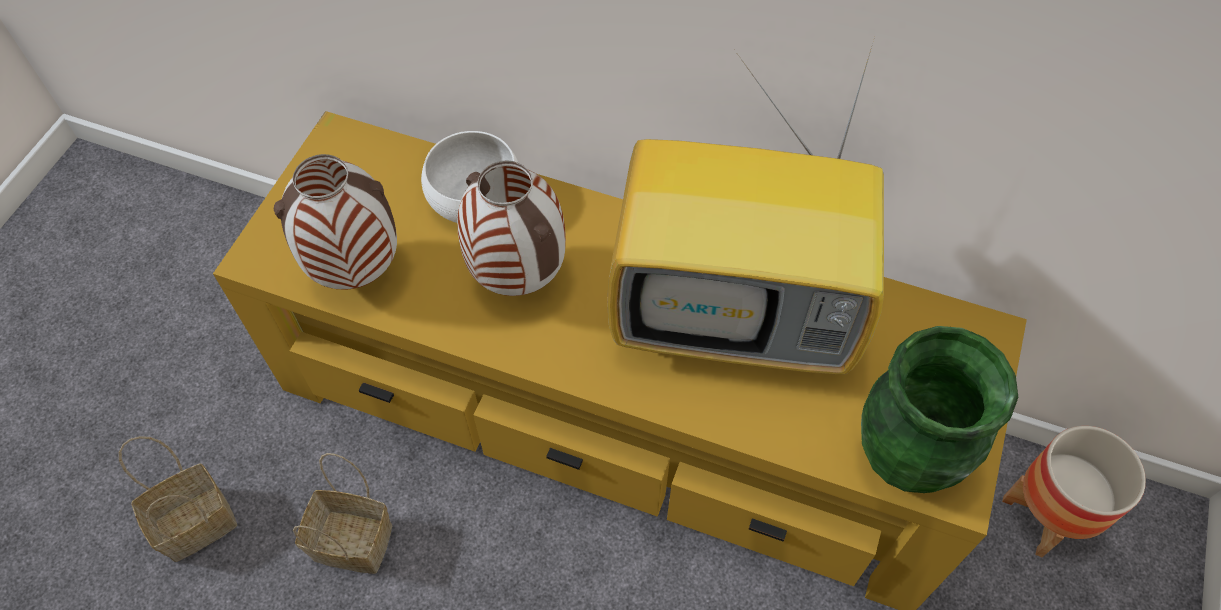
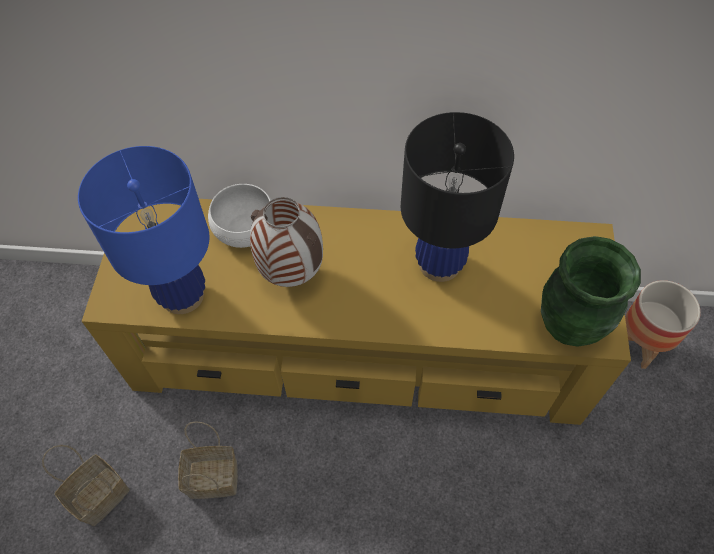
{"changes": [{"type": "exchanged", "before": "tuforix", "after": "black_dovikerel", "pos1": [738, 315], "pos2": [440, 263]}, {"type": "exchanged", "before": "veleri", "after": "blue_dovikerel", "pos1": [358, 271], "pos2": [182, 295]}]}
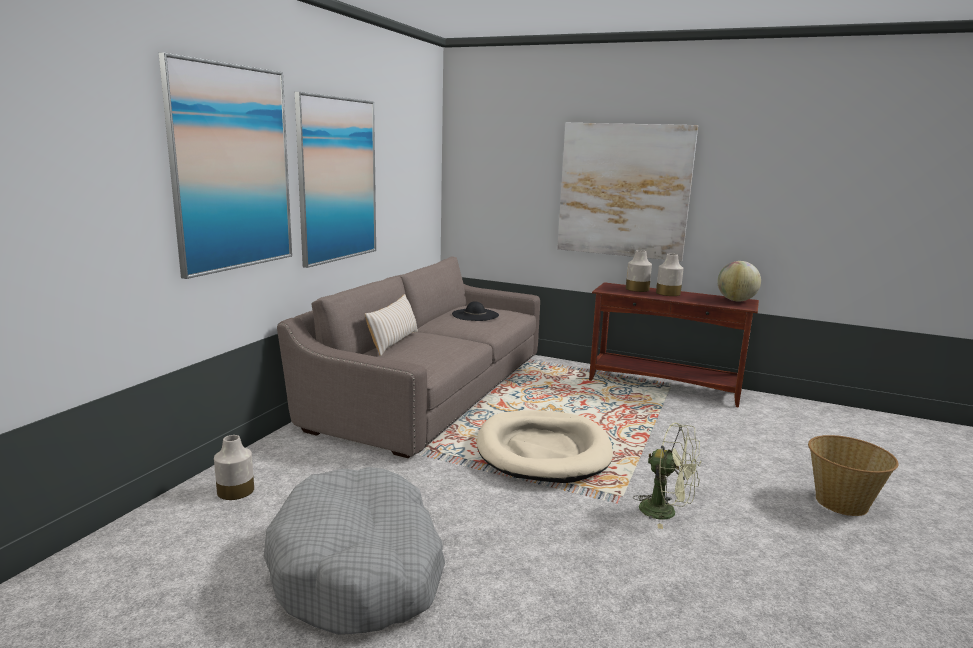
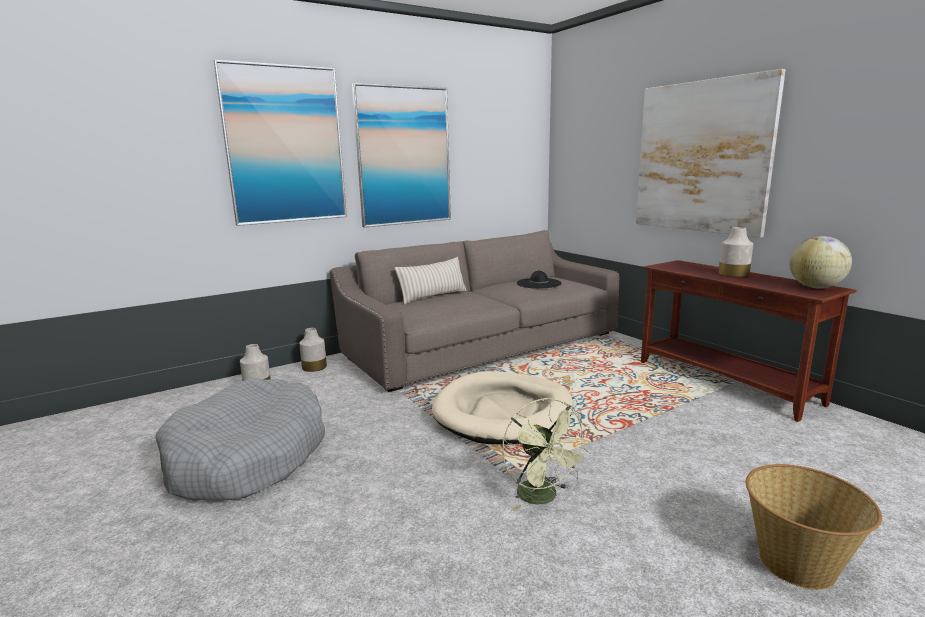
{"changes": [{"type": "relocated", "before": "beige_veleri", "pos1": [637, 289], "pos2": [314, 366]}]}
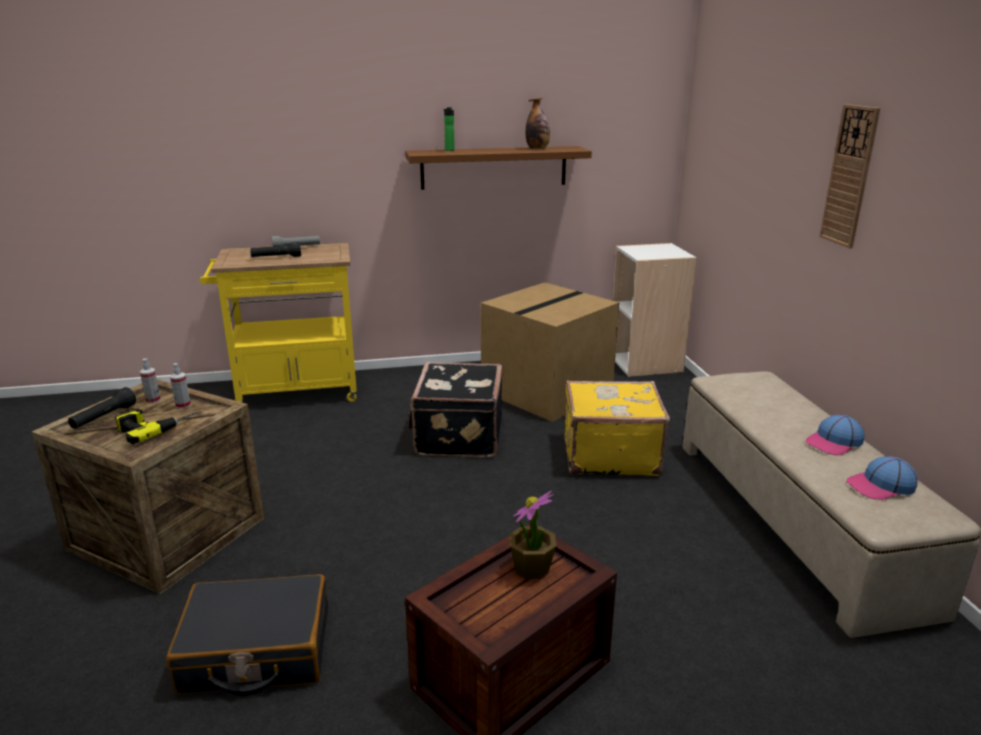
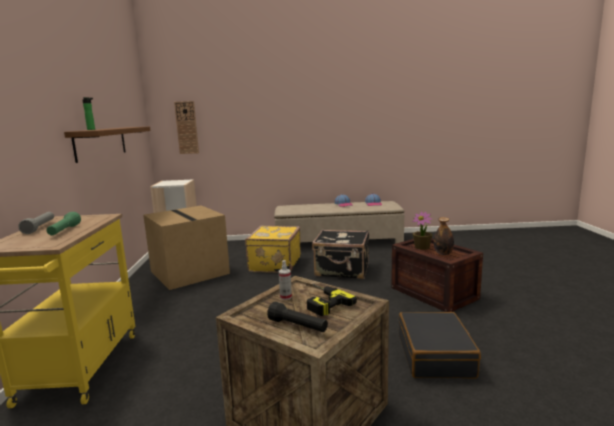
{"changes": [{"type": "relocated", "before": "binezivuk", "pos1": [537, 149], "pos2": [443, 253]}, {"type": "relocated", "before": "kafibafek", "pos1": [849, 176], "pos2": [187, 127]}, {"type": "colour", "before": "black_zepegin", "after": "green_zepegin", "pos1": [276, 258], "pos2": [64, 231]}, {"type": "missing", "before": "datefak", "pos1": [153, 400]}, {"type": "relocated", "before": "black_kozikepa", "pos1": [457, 436], "pos2": [342, 270]}]}
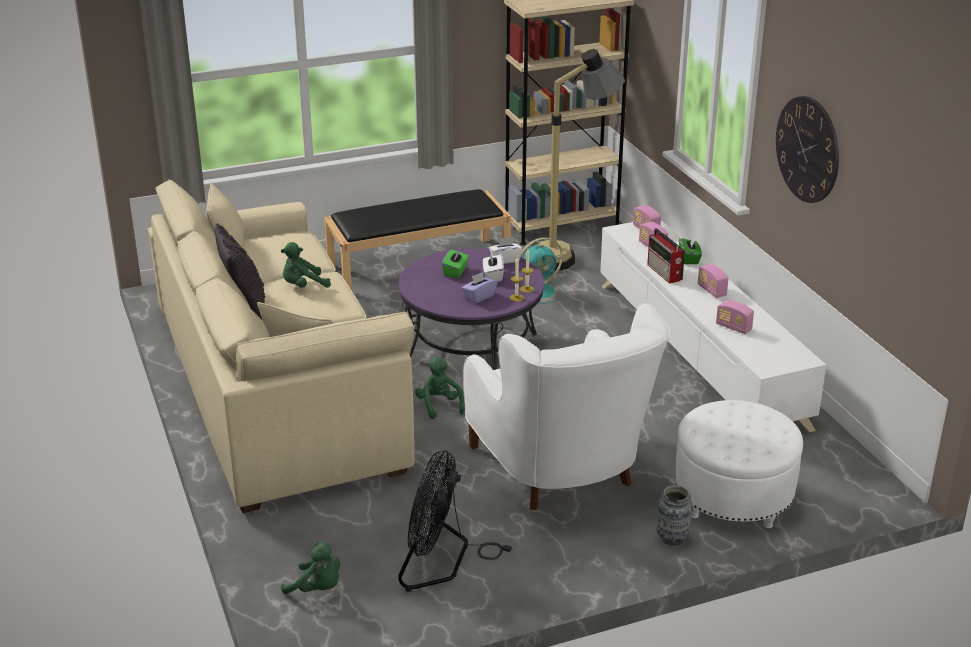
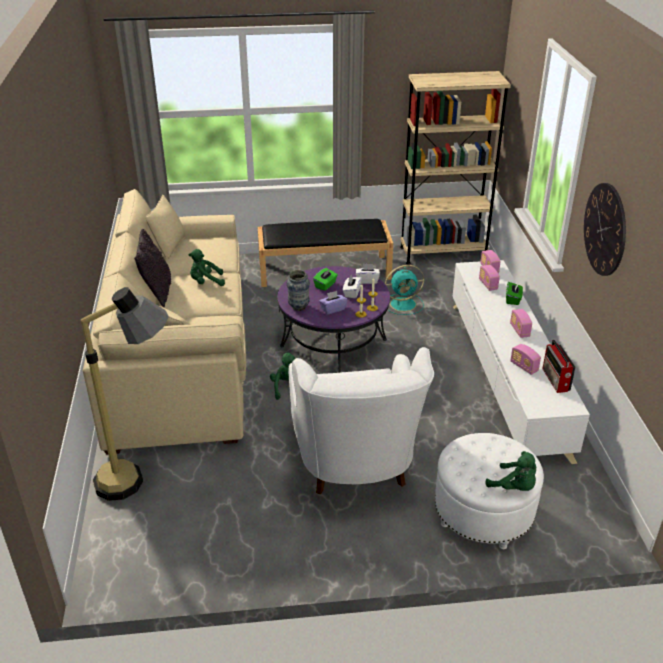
{"changes": [{"type": "relocated", "before": "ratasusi", "pos1": [572, 256], "pos2": [141, 480]}, {"type": "relocated", "before": "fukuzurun", "pos1": [665, 273], "pos2": [556, 380]}, {"type": "missing", "before": "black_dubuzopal", "pos1": [445, 556]}, {"type": "relocated", "before": "veleri", "pos1": [672, 539], "pos2": [298, 307]}, {"type": "relocated", "before": "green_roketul", "pos1": [317, 589], "pos2": [514, 487]}]}
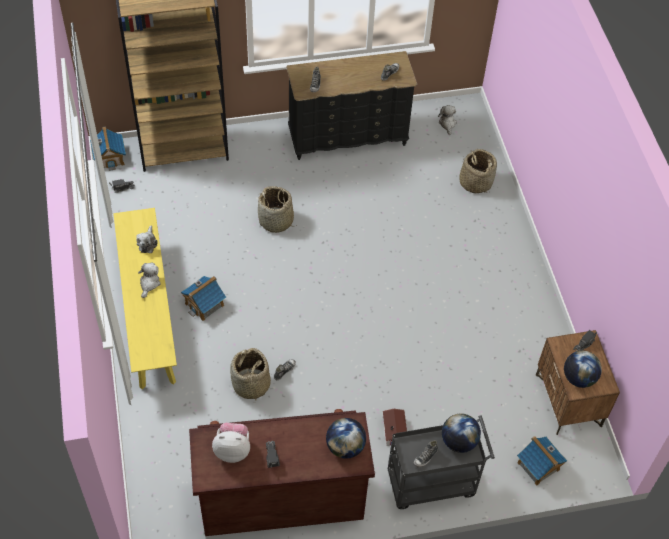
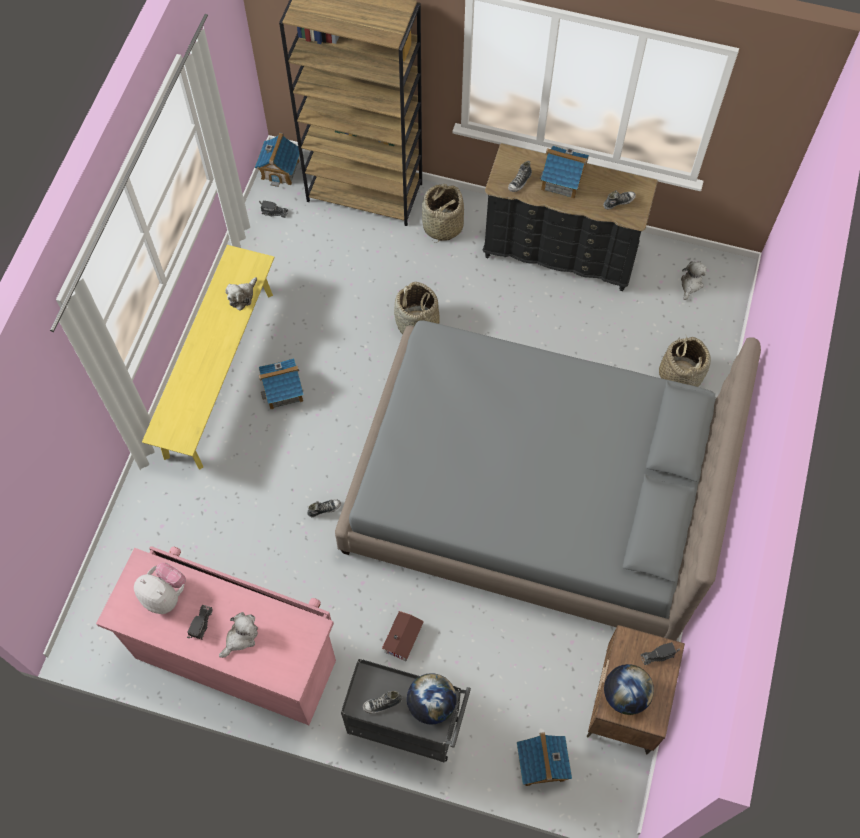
{"changes": [{"type": "relocated", "before": "roketul", "pos1": [149, 283], "pos2": [241, 637]}, {"type": "relocated", "before": "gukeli", "pos1": [251, 385], "pos2": [442, 226]}, {"type": "colour", "before": "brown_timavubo", "after": "pink_timavubo", "pos1": [281, 497], "pos2": [238, 654]}, {"type": "missing", "before": "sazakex", "pos1": [345, 447]}, {"type": "appeared", "after": "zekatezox", "pos2": [562, 181]}, {"type": "appeared", "after": "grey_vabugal", "pos2": [532, 494]}]}
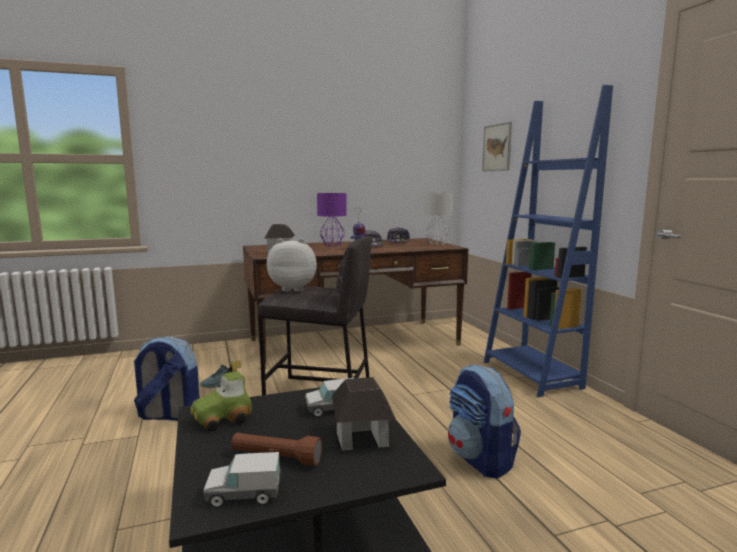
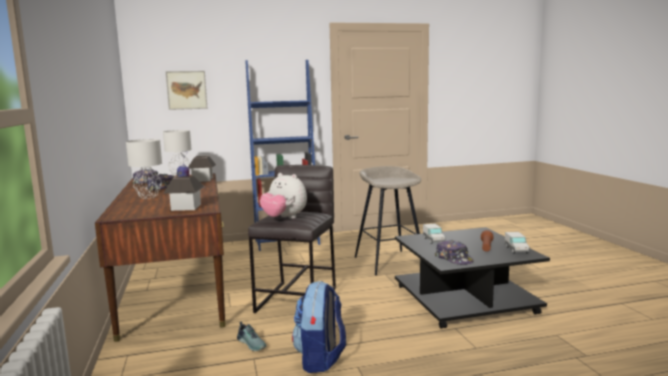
{"changes": [{"type": "colour", "before": "purple_dovikerel", "after": "grey_dovikerel", "pos1": [333, 245], "pos2": [149, 196]}, {"type": "spun", "before": "roketul", "pos1": [293, 289], "pos2": [284, 218], "turn": -60}, {"type": "exchanged", "before": "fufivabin", "after": "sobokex", "pos1": [222, 420], "pos2": [454, 259]}, {"type": "exchanged", "before": "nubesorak", "after": "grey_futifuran", "pos1": [480, 459], "pos2": [389, 262]}, {"type": "relocated", "before": "zekatezox", "pos1": [362, 437], "pos2": [203, 179]}]}
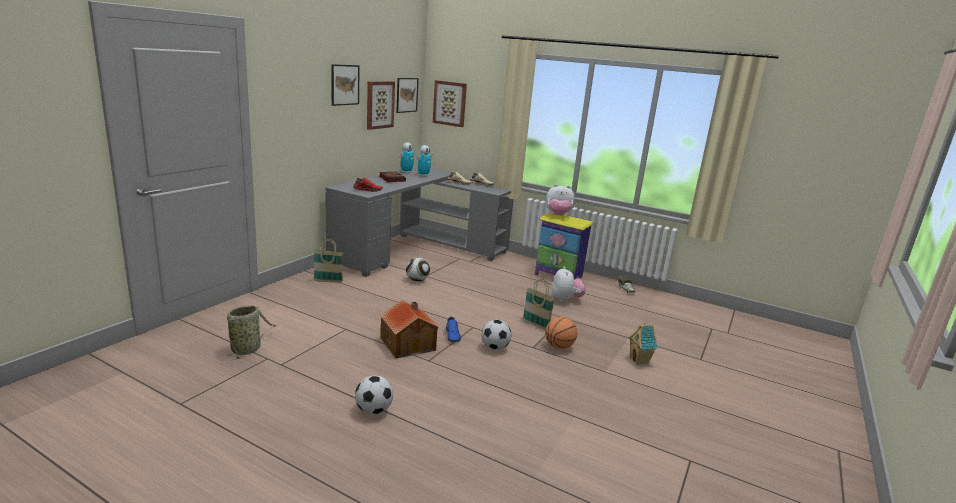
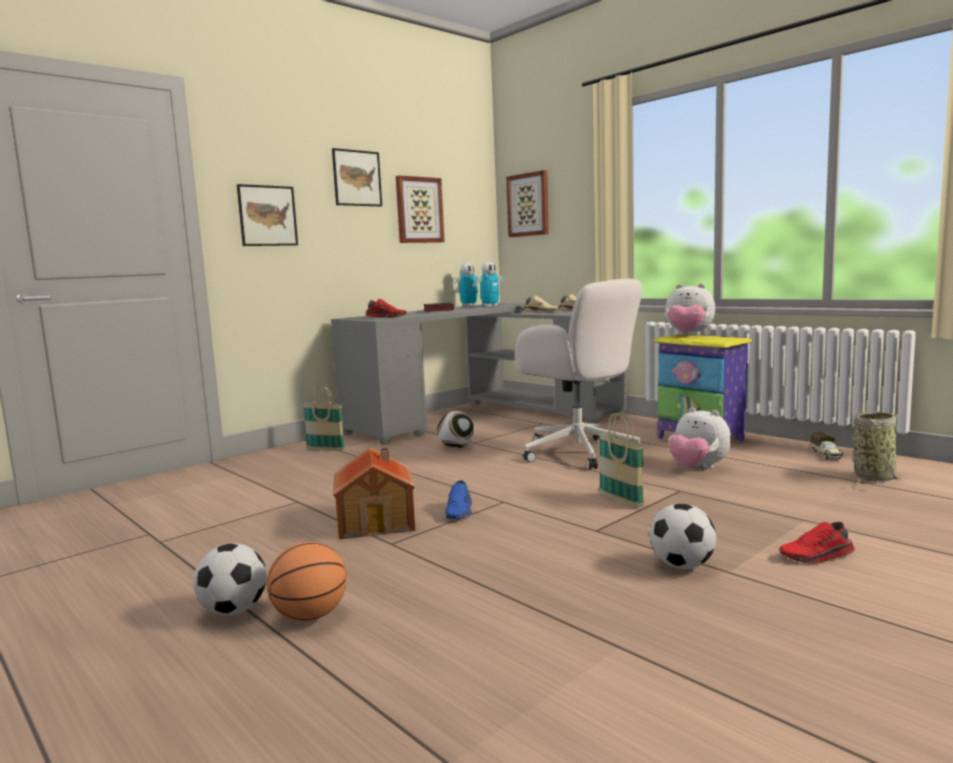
{"changes": [{"type": "relocated", "before": "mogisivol", "pos1": [407, 95], "pos2": [267, 216]}, {"type": "spun", "before": "roketul", "pos1": [565, 300], "pos2": [698, 468], "turn": 120}, {"type": "relocated", "before": "gukeli", "pos1": [247, 349], "pos2": [874, 476]}, {"type": "relocated", "before": "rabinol", "pos1": [559, 346], "pos2": [310, 616]}, {"type": "relocated", "before": "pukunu", "pos1": [494, 348], "pos2": [682, 566]}, {"type": "exchanged", "before": "zekatezox", "after": "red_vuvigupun", "pos1": [640, 360], "pos2": [817, 557]}, {"type": "appeared", "after": "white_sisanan", "pos2": [578, 453]}]}
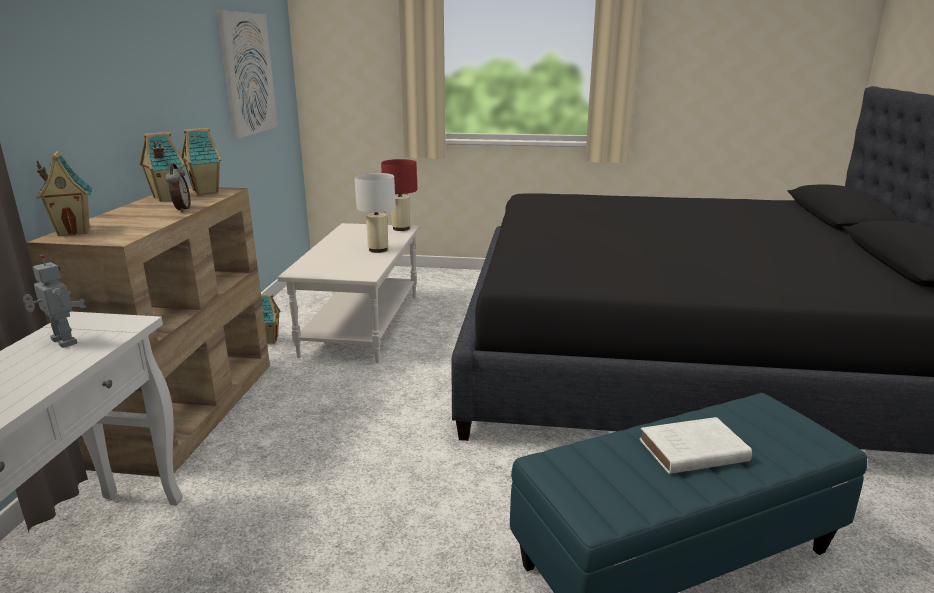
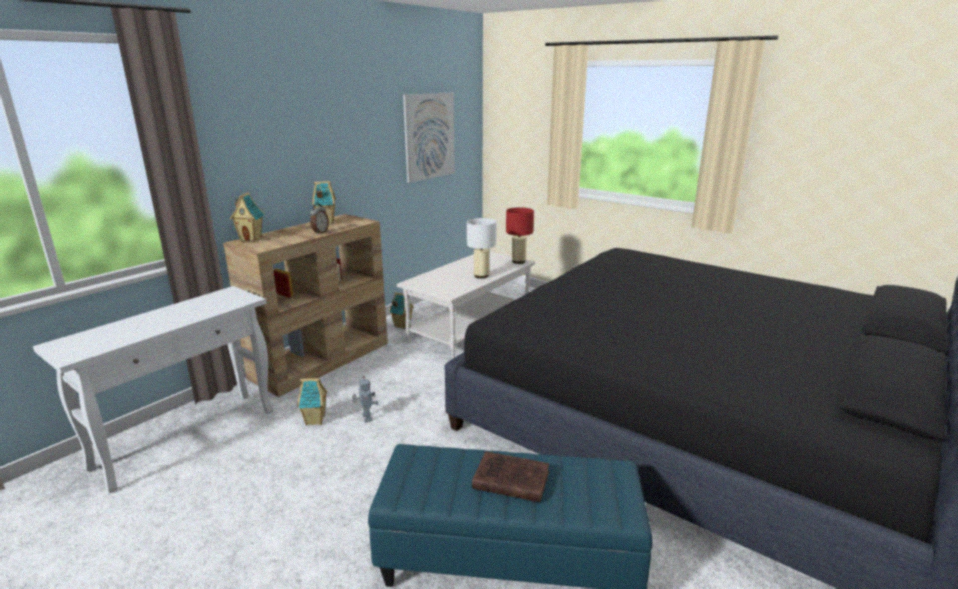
{"changes": [{"type": "relocated", "before": "zekatezox", "pos1": [207, 191], "pos2": [315, 420]}, {"type": "relocated", "before": "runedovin", "pos1": [62, 342], "pos2": [366, 418]}, {"type": "colour", "before": "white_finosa", "after": "brown_finosa", "pos1": [690, 451], "pos2": [509, 480]}]}
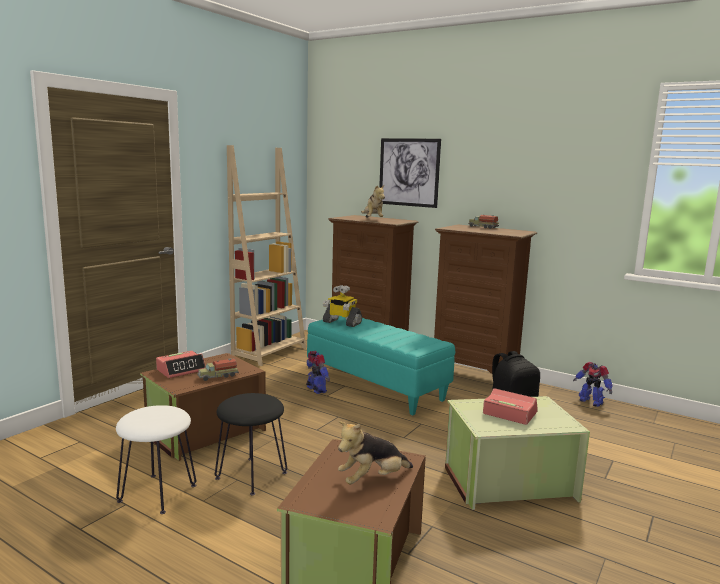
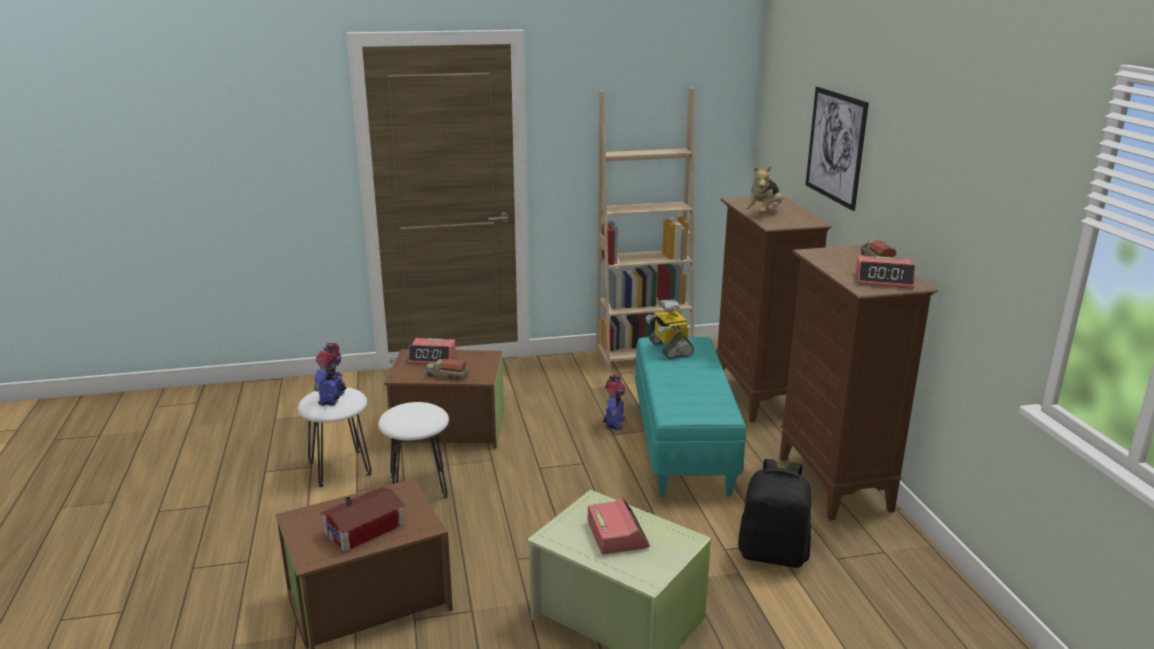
{"changes": [{"type": "relocated", "before": "runedovin", "pos1": [591, 401], "pos2": [333, 399]}, {"type": "colour", "before": "black_futifuran", "after": "white_futifuran", "pos1": [251, 475], "pos2": [418, 486]}, {"type": "exchanged", "before": "roketul", "after": "zekatezox", "pos1": [372, 479], "pos2": [367, 529]}, {"type": "appeared", "after": "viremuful", "pos2": [884, 280]}]}
